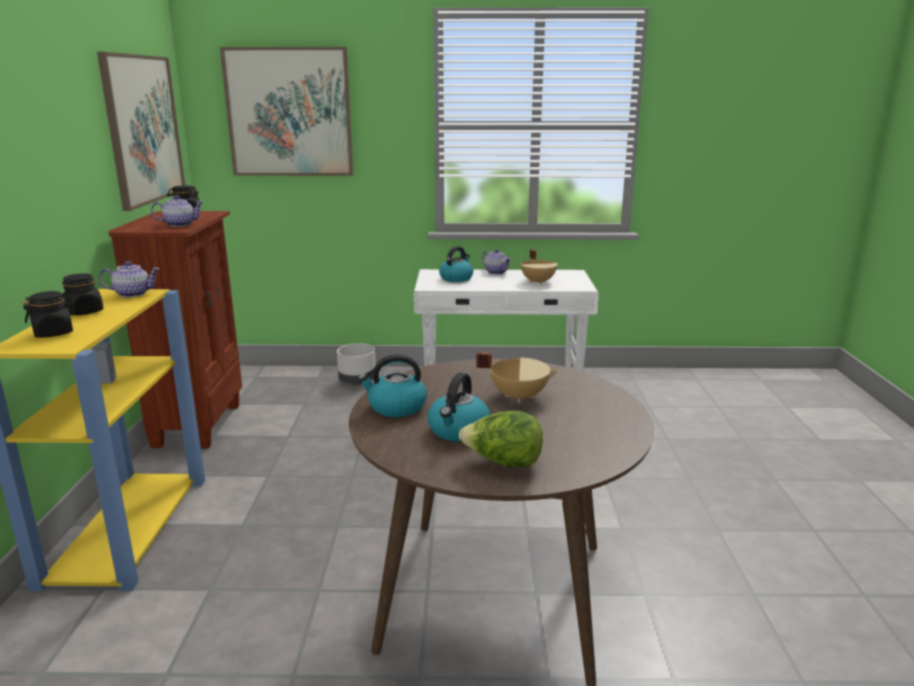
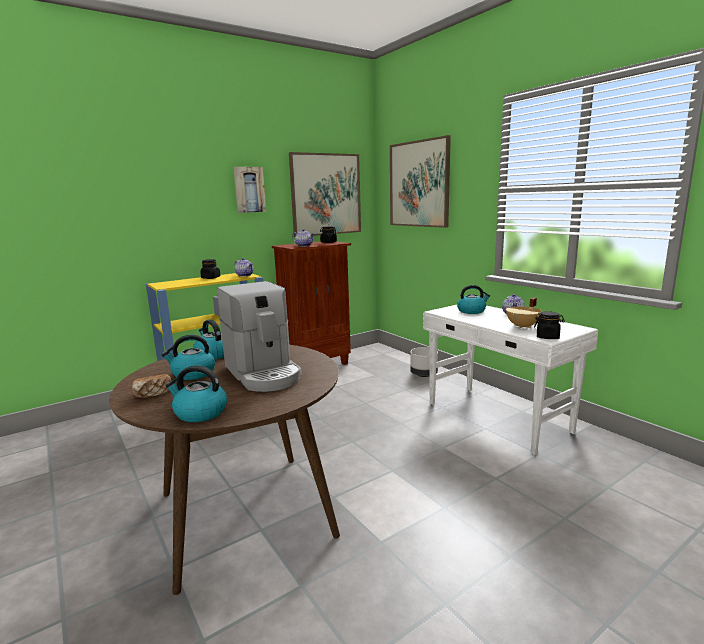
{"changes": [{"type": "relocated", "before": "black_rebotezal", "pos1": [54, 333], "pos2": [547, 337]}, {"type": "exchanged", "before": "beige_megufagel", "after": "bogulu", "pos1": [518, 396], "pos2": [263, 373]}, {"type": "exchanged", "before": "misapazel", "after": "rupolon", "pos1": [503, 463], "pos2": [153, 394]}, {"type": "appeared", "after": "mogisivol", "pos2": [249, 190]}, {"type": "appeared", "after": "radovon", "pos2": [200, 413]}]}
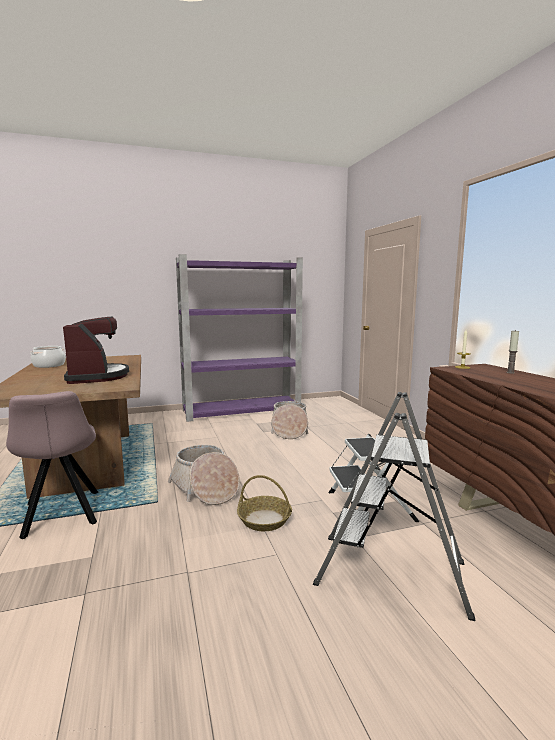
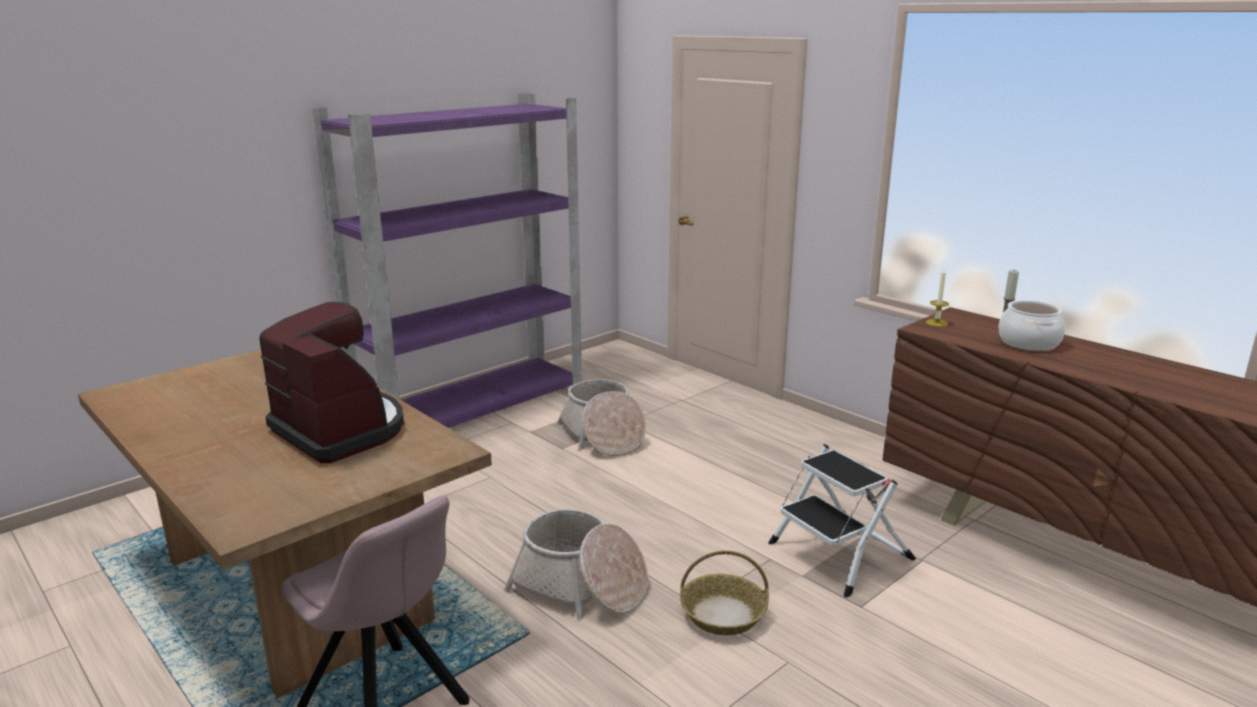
{"changes": [{"type": "relocated", "before": "megufagel", "pos1": [49, 365], "pos2": [1028, 342]}, {"type": "missing", "before": "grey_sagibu", "pos1": [393, 572]}]}
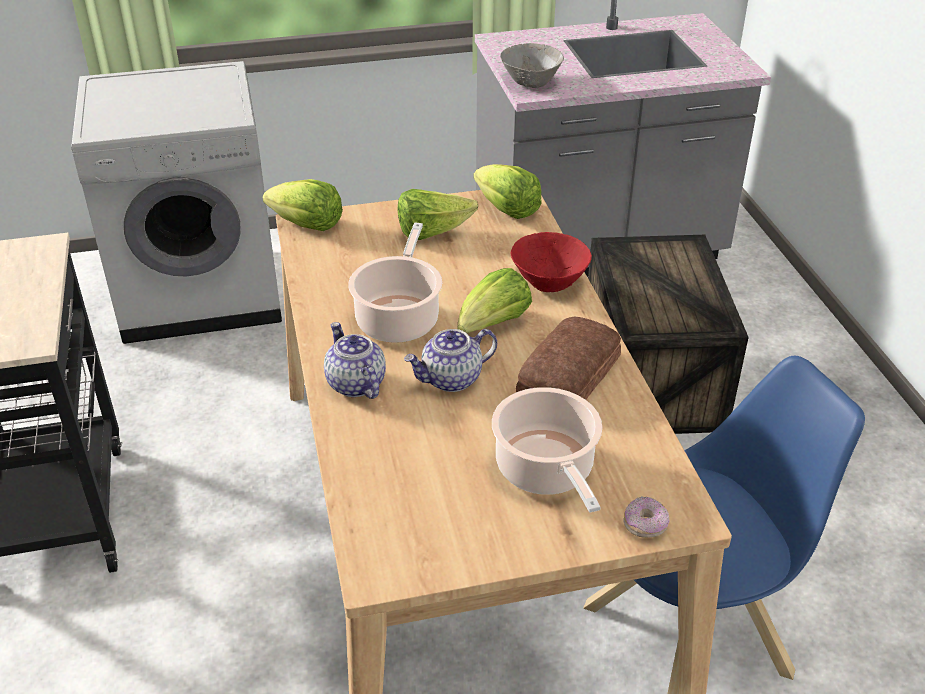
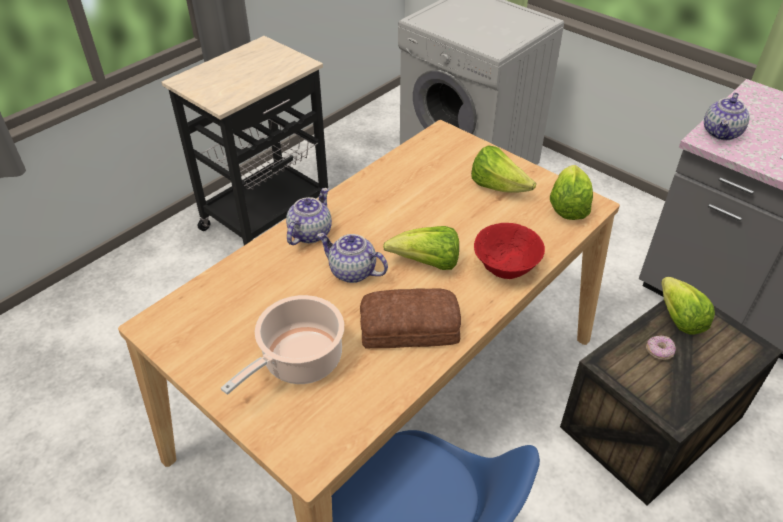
{"changes": [{"type": "exchanged", "before": "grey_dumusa", "after": "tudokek", "pos1": [531, 82], "pos2": [721, 133]}, {"type": "relocated", "before": "misapazel", "pos1": [307, 225], "pos2": [679, 318]}, {"type": "missing", "before": "megufagel", "pos1": [399, 318]}, {"type": "relocated", "before": "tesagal", "pos1": [645, 525], "pos2": [659, 352]}]}
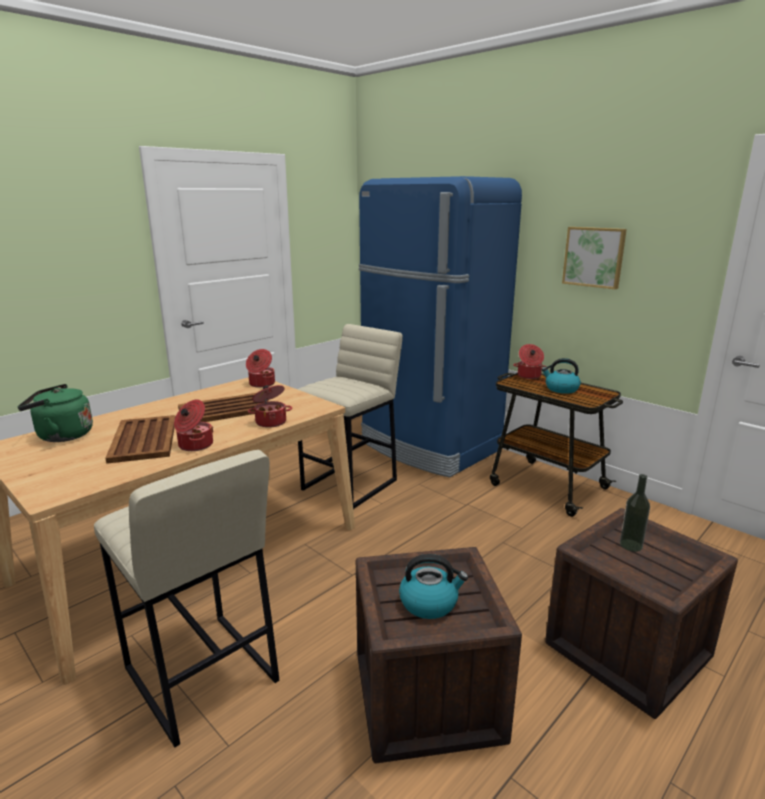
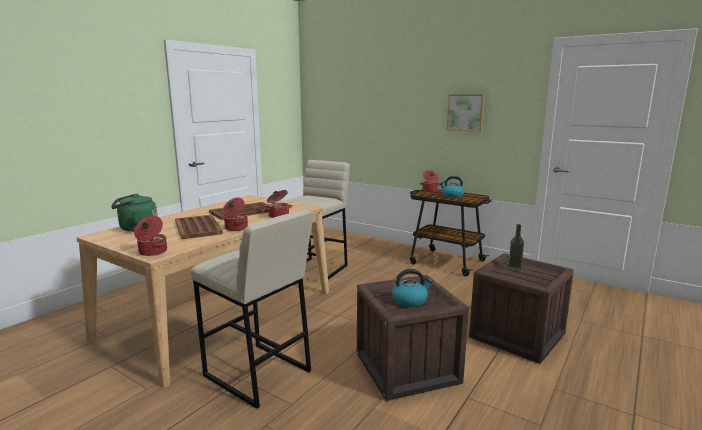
{"changes": [{"type": "missing", "before": "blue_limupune", "pos1": [429, 447]}, {"type": "relocated", "before": "megufagel", "pos1": [261, 384], "pos2": [152, 252]}]}
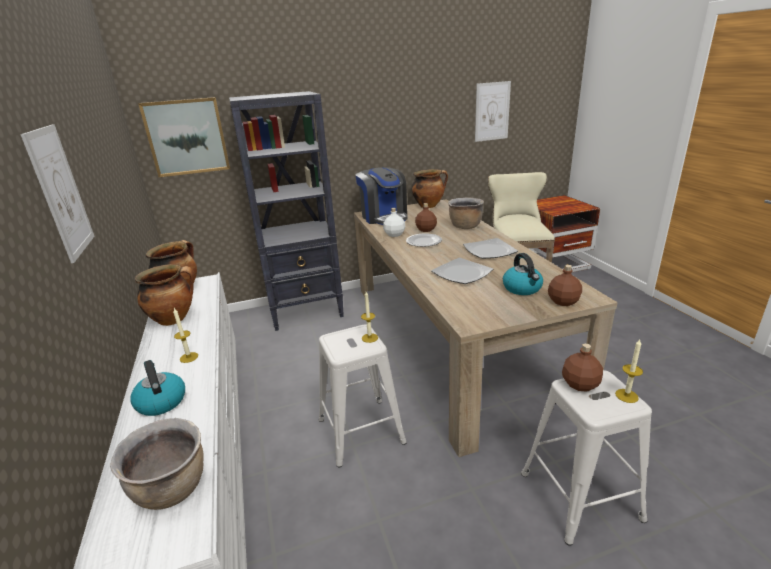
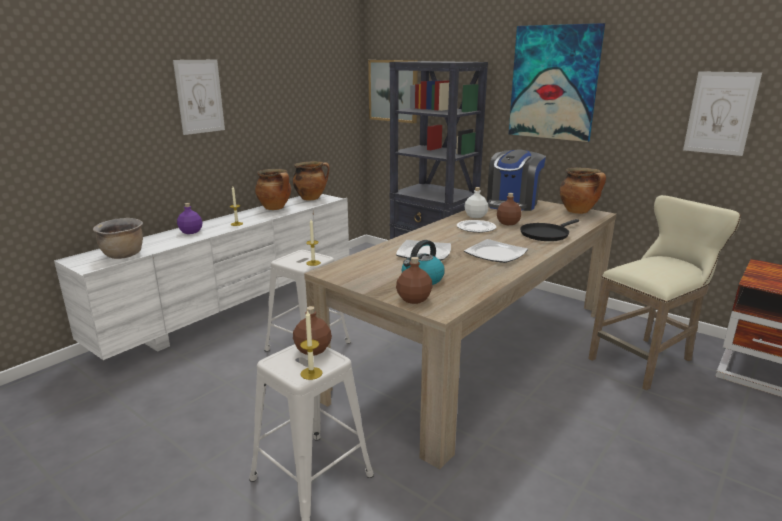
{"changes": [{"type": "exchanged", "before": "brown_megufagel", "after": "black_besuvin", "pos1": [465, 226], "pos2": [546, 234]}, {"type": "exchanged", "before": "radovon", "after": "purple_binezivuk", "pos1": [161, 401], "pos2": [190, 232]}, {"type": "appeared", "after": "mogisivol", "pos2": [554, 83]}]}
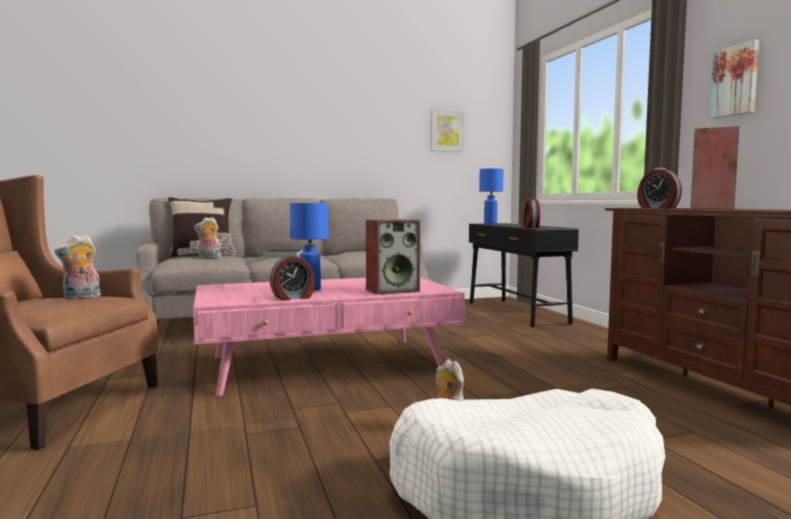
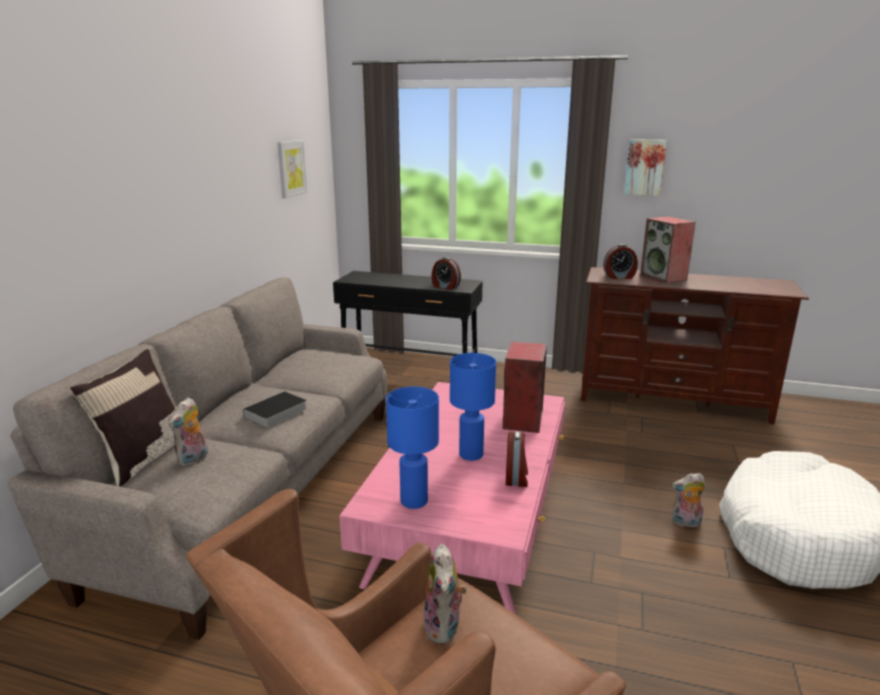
{"changes": [{"type": "relocated", "before": "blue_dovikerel", "pos1": [490, 223], "pos2": [415, 501]}]}
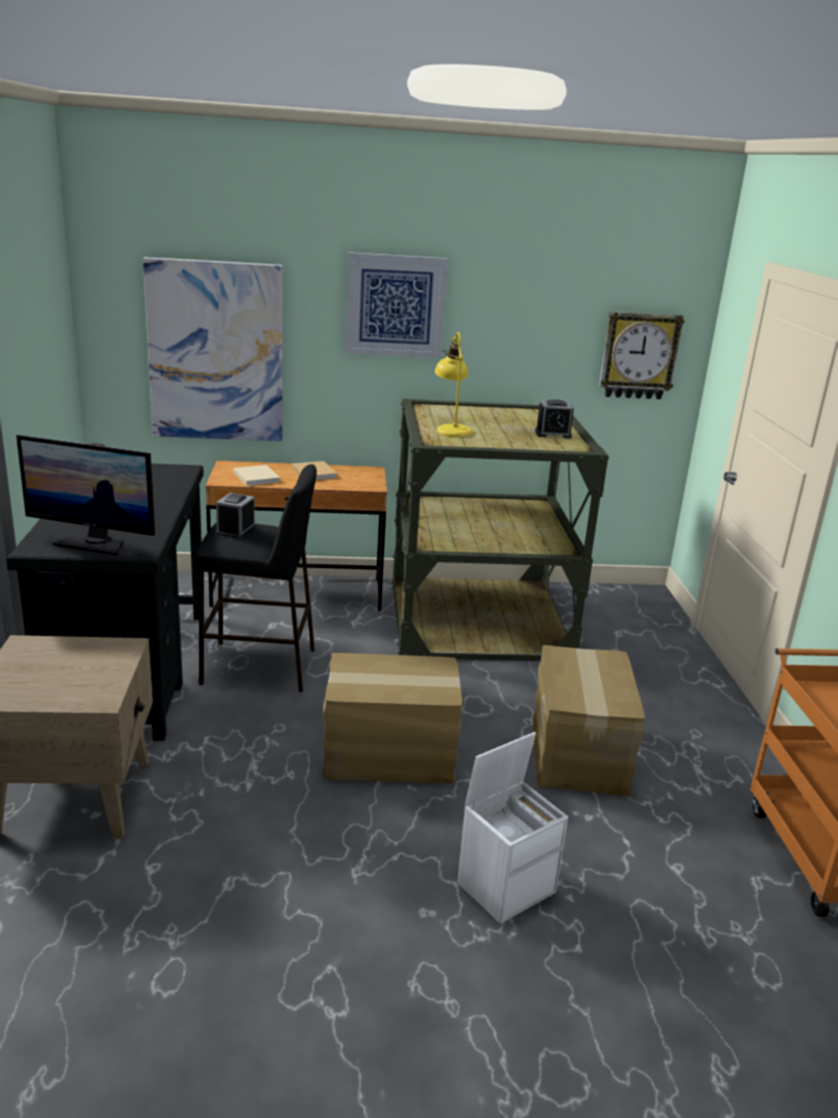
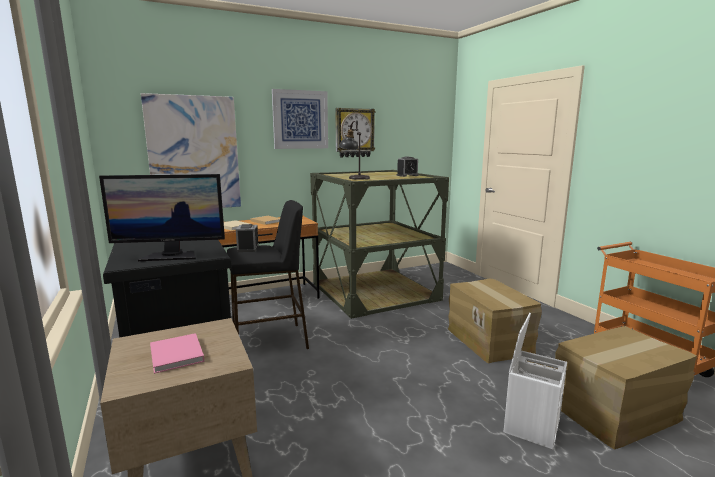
{"changes": [{"type": "relocated", "before": "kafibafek", "pos1": [638, 355], "pos2": [354, 133]}, {"type": "colour", "before": "yellow_dovikerel", "after": "grey_dovikerel", "pos1": [450, 427], "pos2": [354, 177]}, {"type": "relocated", "before": "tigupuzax", "pos1": [389, 754], "pos2": [616, 413]}, {"type": "appeared", "after": "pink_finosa", "pos2": [177, 355]}]}
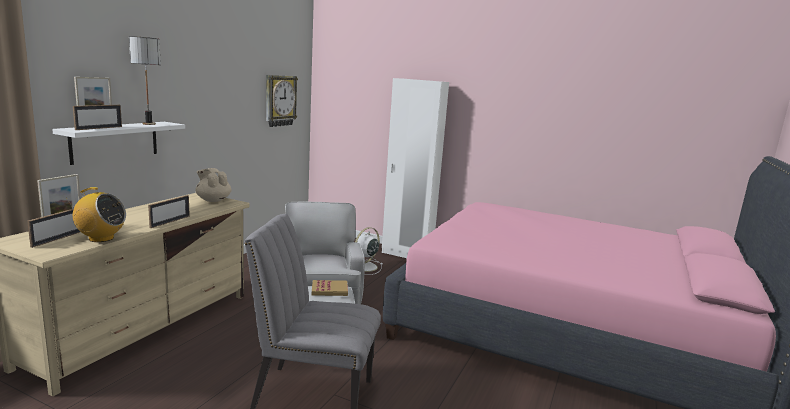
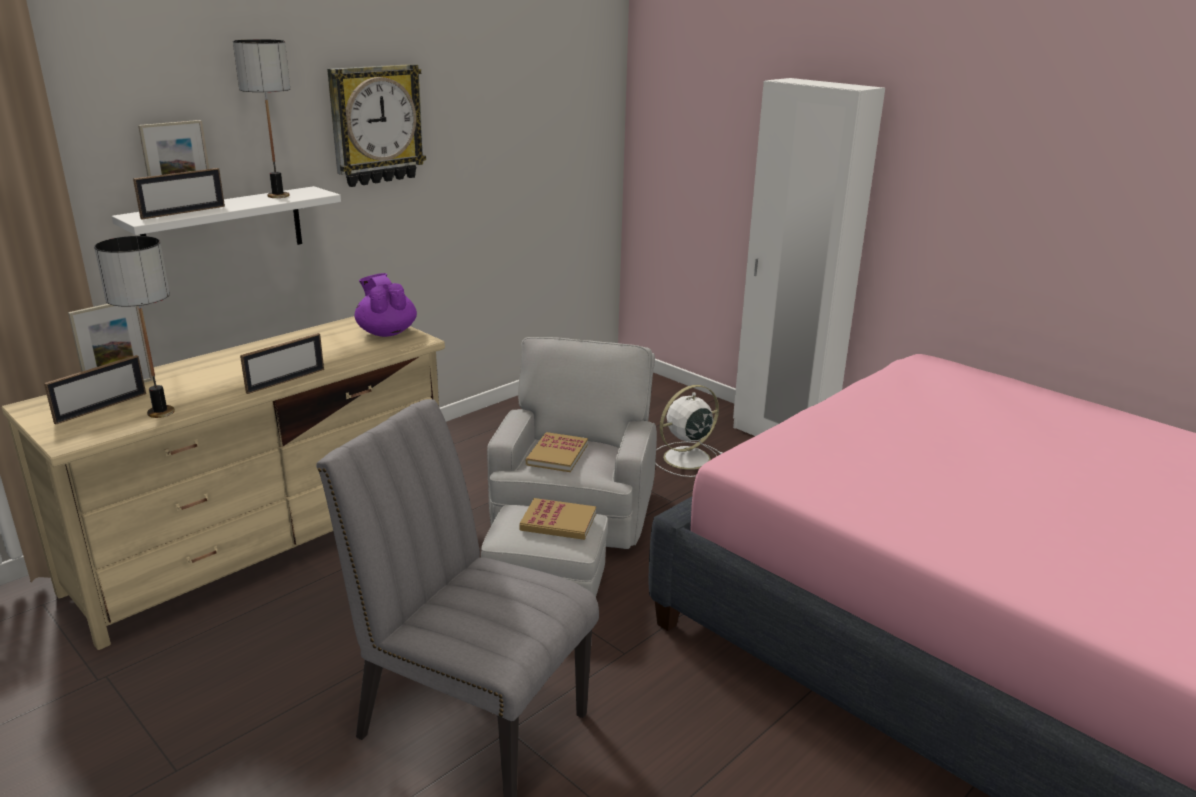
{"changes": [{"type": "relocated", "before": "kafibafek", "pos1": [279, 100], "pos2": [376, 125]}, {"type": "colour", "before": "beige_tudokek", "after": "purple_tudokek", "pos1": [213, 200], "pos2": [386, 332]}, {"type": "exchanged", "before": "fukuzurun", "after": "dovikerel", "pos1": [101, 238], "pos2": [160, 412]}, {"type": "appeared", "after": "finosa", "pos2": [557, 455]}]}
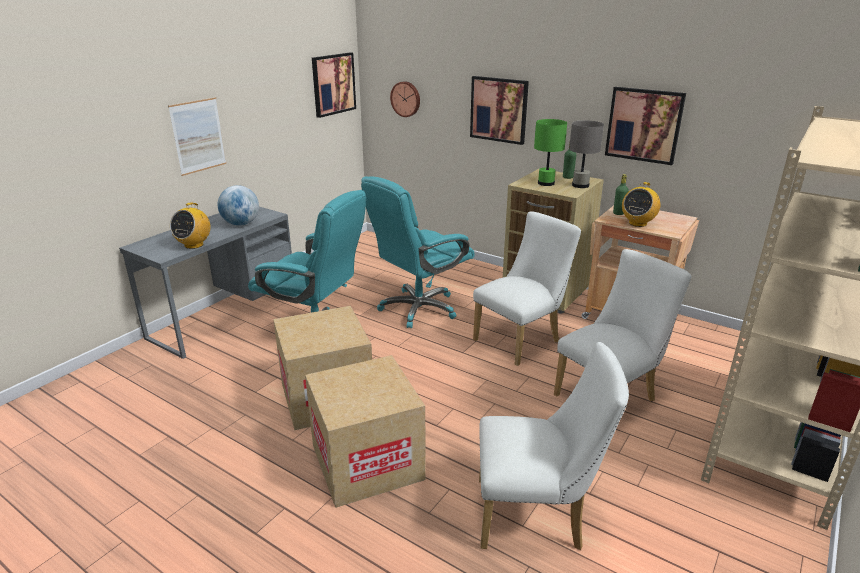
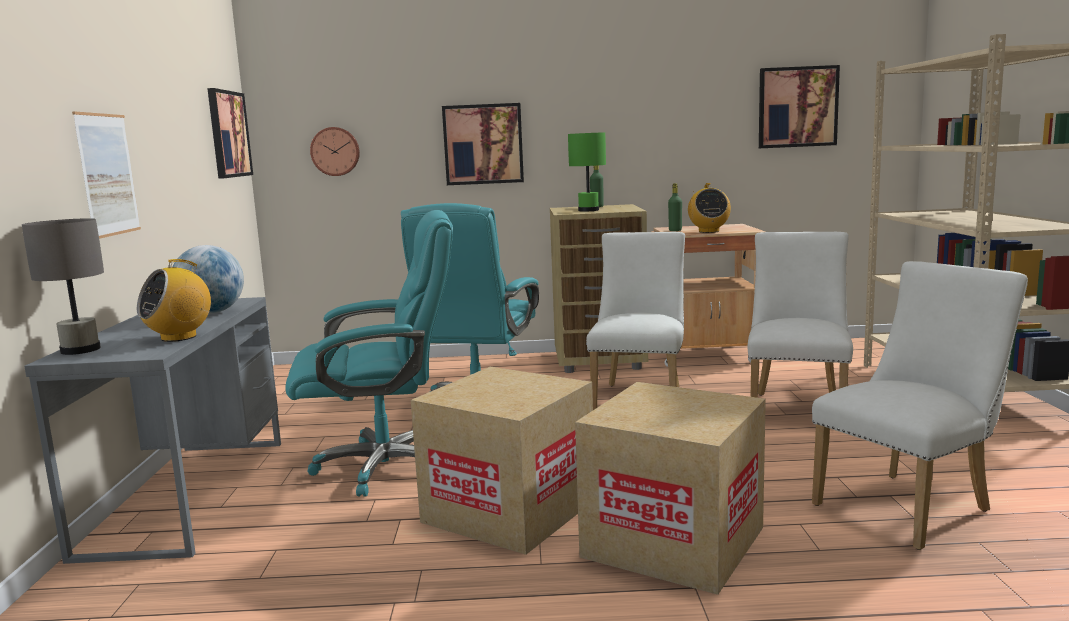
{"changes": [{"type": "relocated", "before": "mogisivol", "pos1": [644, 125], "pos2": [797, 107]}, {"type": "relocated", "before": "grey_dovikerel", "pos1": [580, 185], "pos2": [81, 350]}, {"type": "spun", "before": "fukuzurun", "pos1": [194, 245], "pos2": [179, 337], "turn": 60}]}
